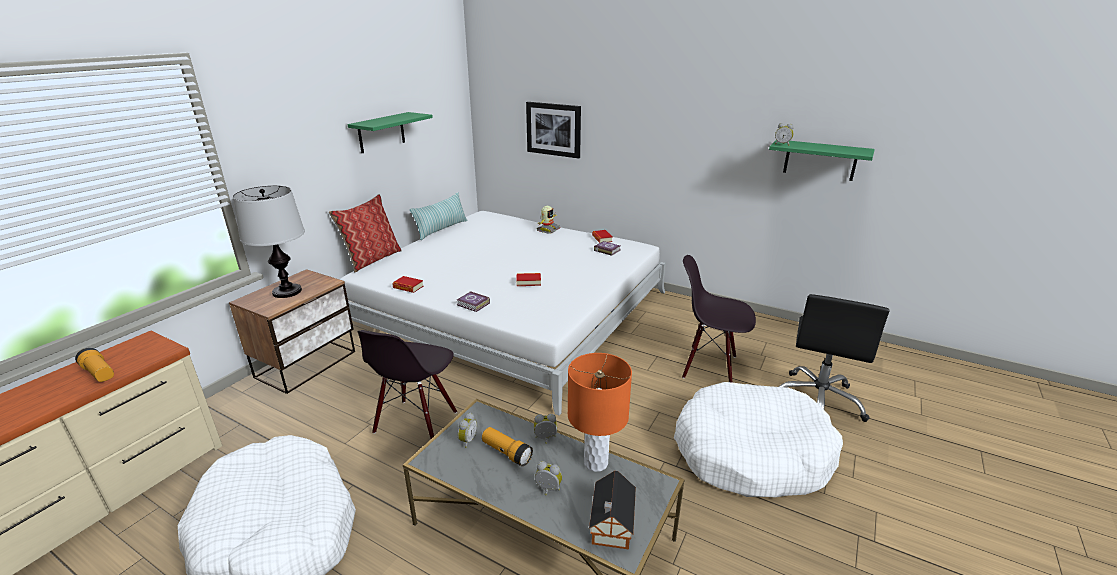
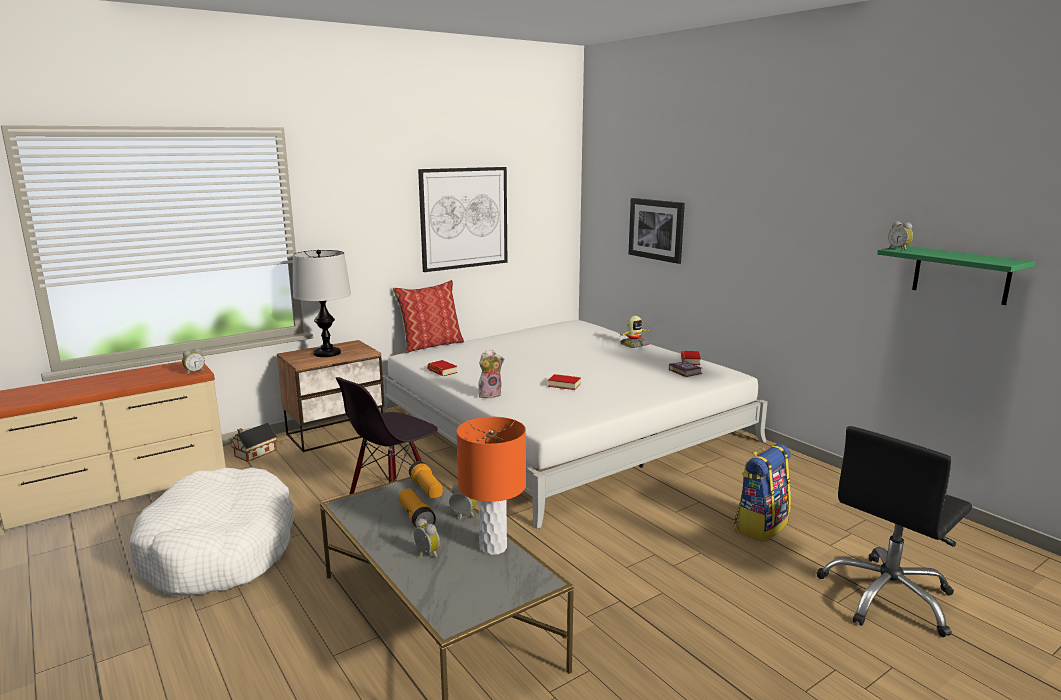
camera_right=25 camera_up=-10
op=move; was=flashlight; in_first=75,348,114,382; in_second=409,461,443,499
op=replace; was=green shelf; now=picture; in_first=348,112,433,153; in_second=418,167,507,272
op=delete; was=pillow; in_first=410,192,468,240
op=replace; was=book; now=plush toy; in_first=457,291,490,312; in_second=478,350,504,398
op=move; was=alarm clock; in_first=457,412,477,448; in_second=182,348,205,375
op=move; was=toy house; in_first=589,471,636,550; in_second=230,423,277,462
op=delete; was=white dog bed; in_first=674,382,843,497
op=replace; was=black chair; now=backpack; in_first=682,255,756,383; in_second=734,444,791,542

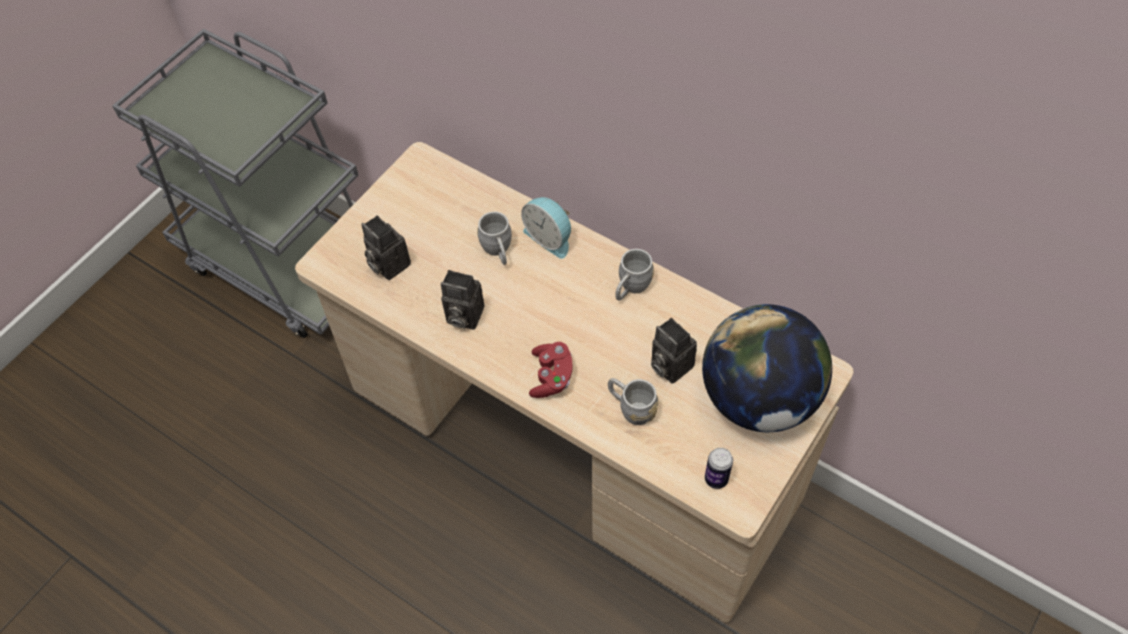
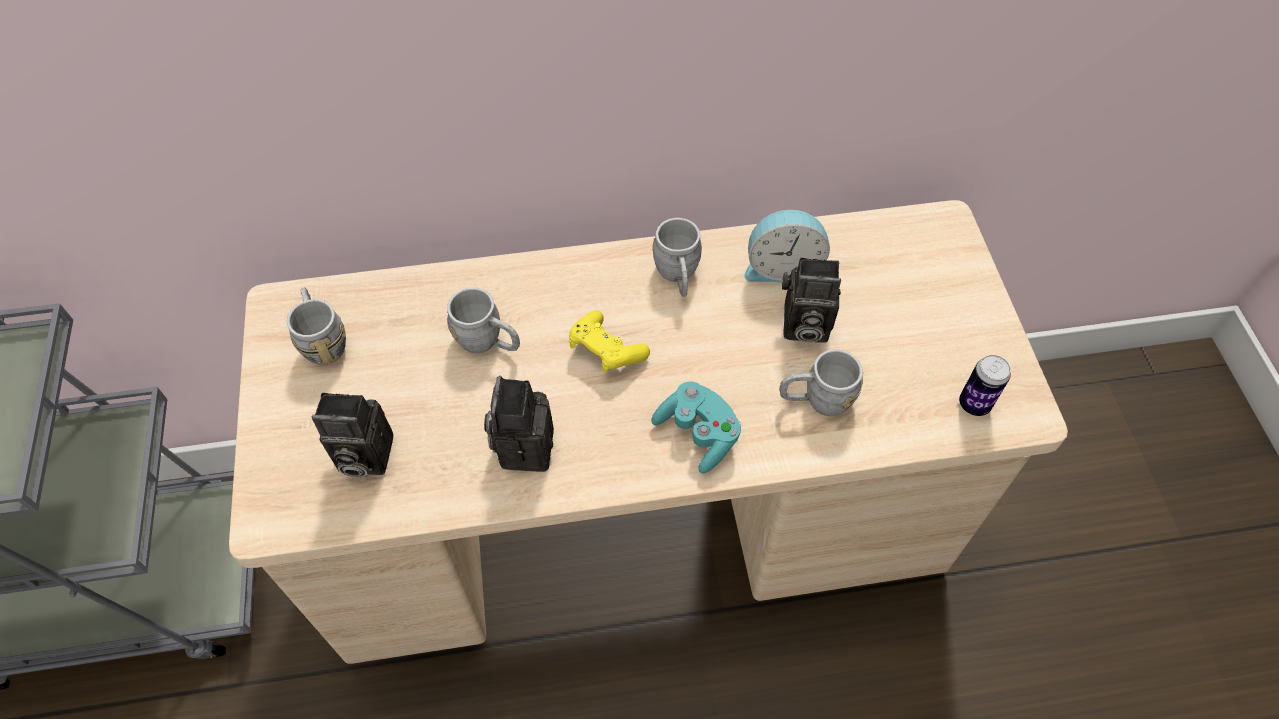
camera_right=-45 camera_up=0
op=rotate; was=photo camera; in_first=441,270,484,330; in_second=484,376,554,472; clockwise=120
op=move; was=alarm clock; in_first=521,197,571,259; in_second=744,209,830,282
op=recolor; was=red game controller; now=turquoise game controller; in_first=529,342,572,398; in_second=651,381,741,473
op=delete; was=globe; in_first=702,304,832,432
op=insert; now=grey mug; in_second=287,287,346,365
op=insert; now=yellow game controller; in_second=569,310,650,373

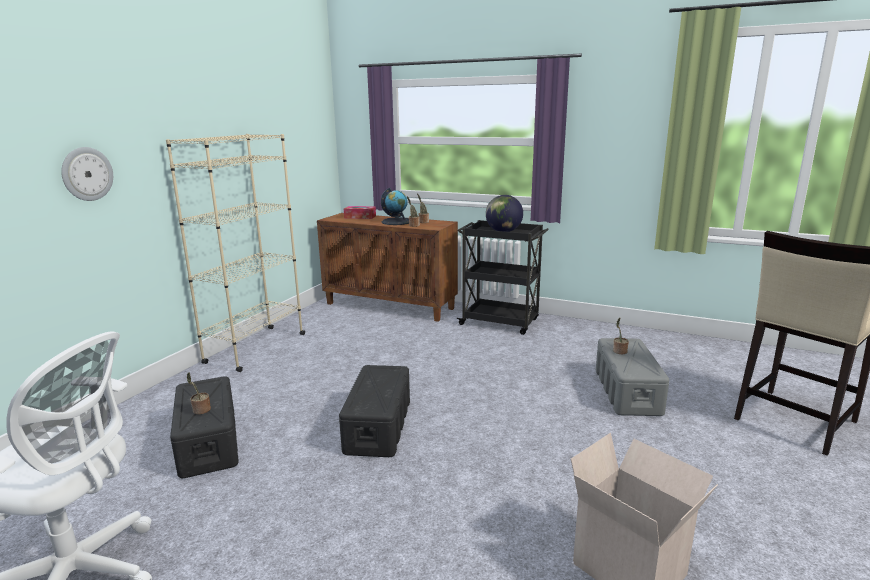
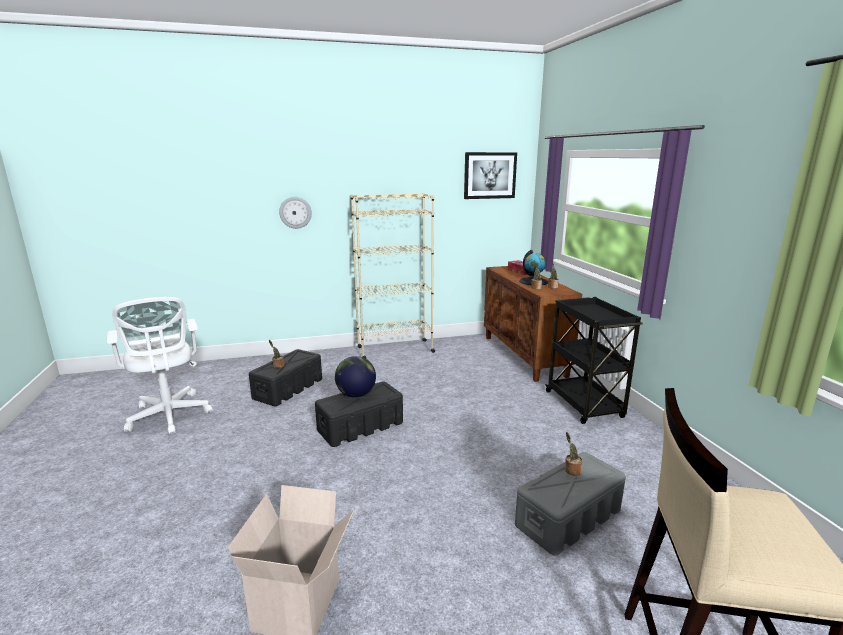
camera_right=50 camera_up=0
op=move; was=globe; in_first=486,195,523,232; in_second=335,356,376,397
op=insert; now=picture; in_second=464,152,517,199

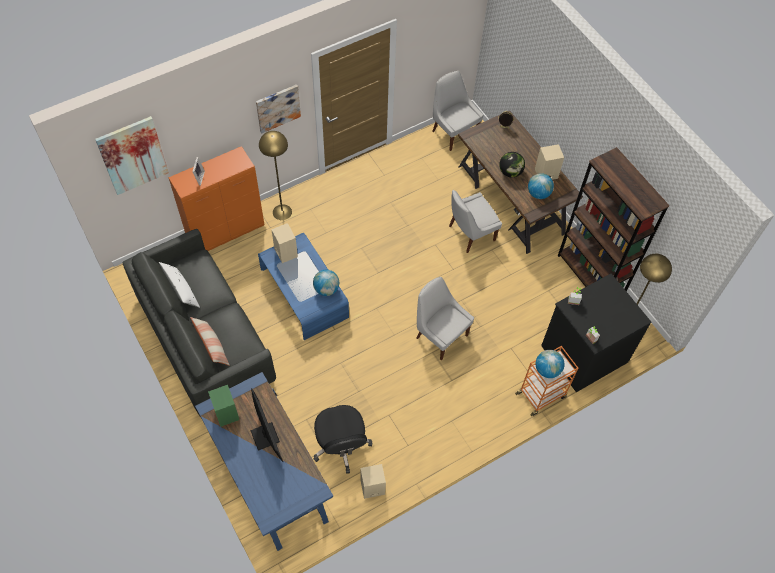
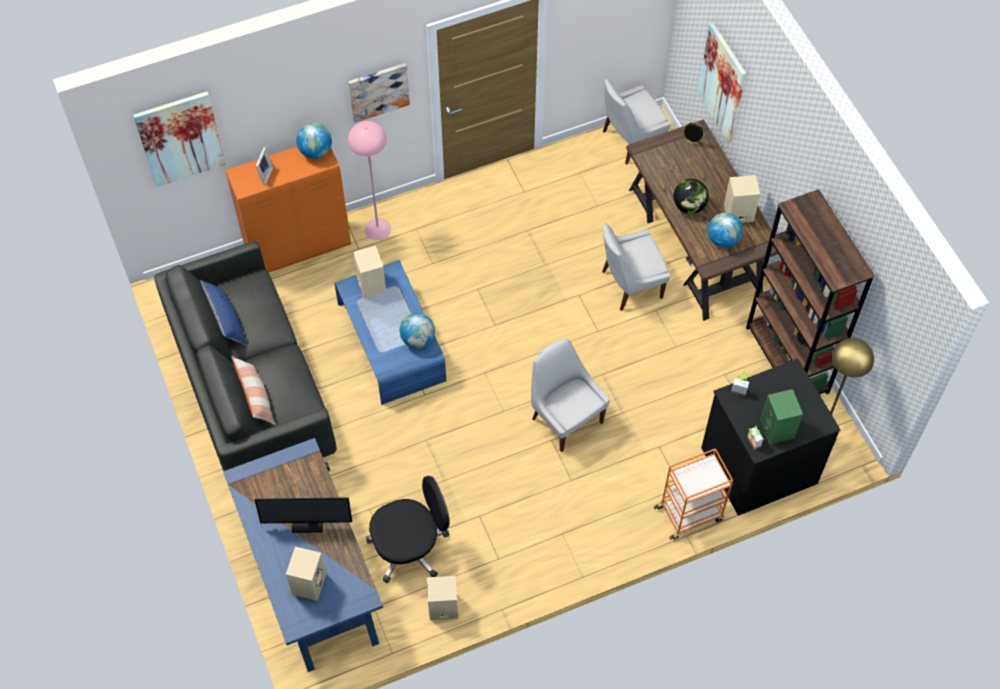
camera_right=10 camera_up=0
op=recolor; was=white pillow; now=blue pillow; in_first=159,262,200,308; in_second=200,280,247,346
op=move; was=green speaker; in_first=208,385,239,427; in_second=760,389,803,444
op=rotate; was=monitor; in_first=250,388,283,462; in_second=255,497,352,533; clockwise=105
op=recolor; was=yellow floor lamp; now=pink floor lamp; in_first=259,131,292,220; in_second=348,121,391,240
op=rotate; was=black office chair; in_first=313,405,372,474; in_second=366,476,449,583; clockwise=-105
op=rotate; was=white chair; in_first=432,71,483,151; in_second=603,78,671,164; clockwise=-90
op=move; was=globe; in_first=536,350,565,378; in_second=296,123,332,159
op=insert; now=beige speaker; in_second=286,547,326,601
op=insert; now=picture; in_second=698,22,746,143

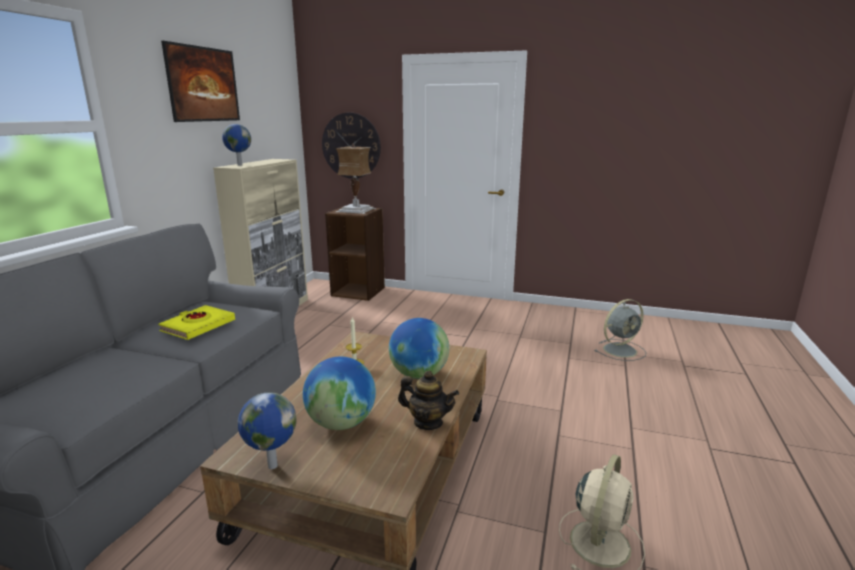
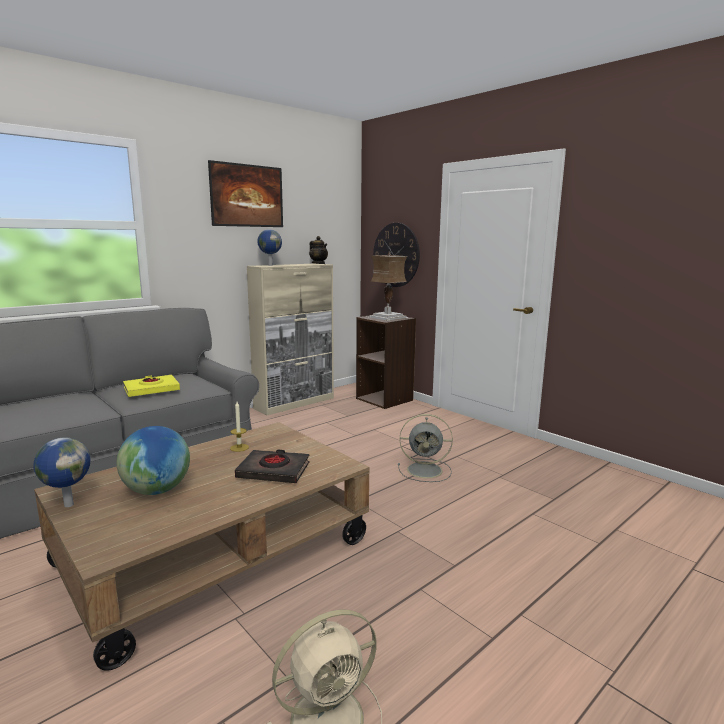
camera_right=30 camera_up=-5
op=replace; was=globe; now=black book; in_first=389,318,449,379; in_second=235,450,309,483
op=move; was=teapot; in_first=398,371,459,430; in_second=309,236,328,264
op=move; was=grey fan; in_first=595,299,646,361; in_second=398,414,453,482

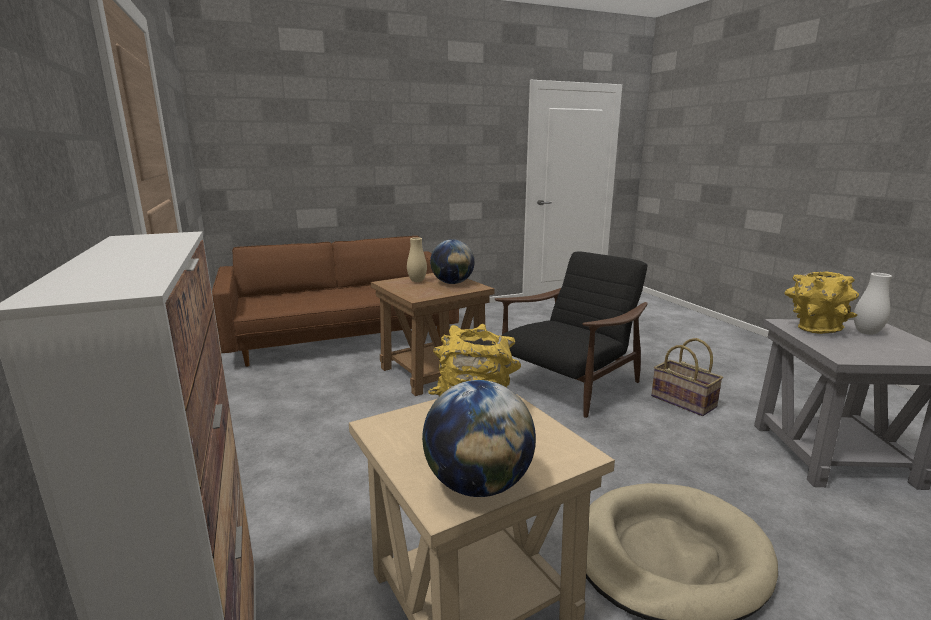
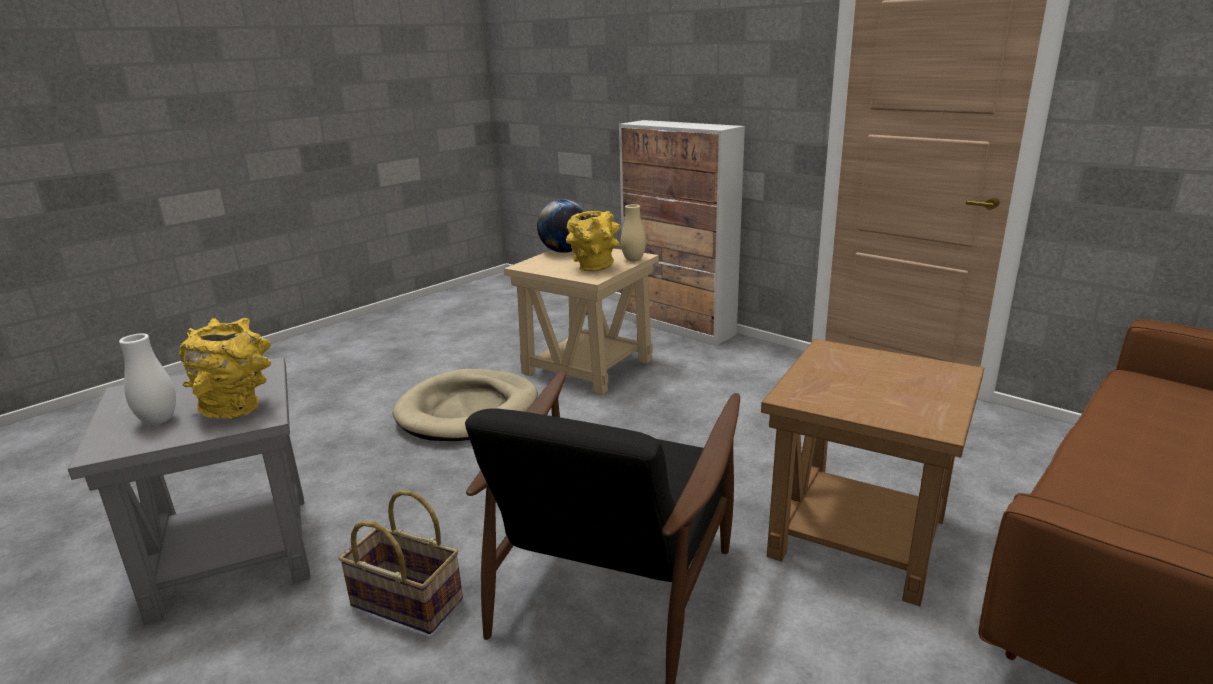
camera_right=155 camera_up=5
op=move; was=beige vase; in_first=407,237,427,282; in_second=621,204,646,261
op=delete; was=globe; in_first=430,239,475,284

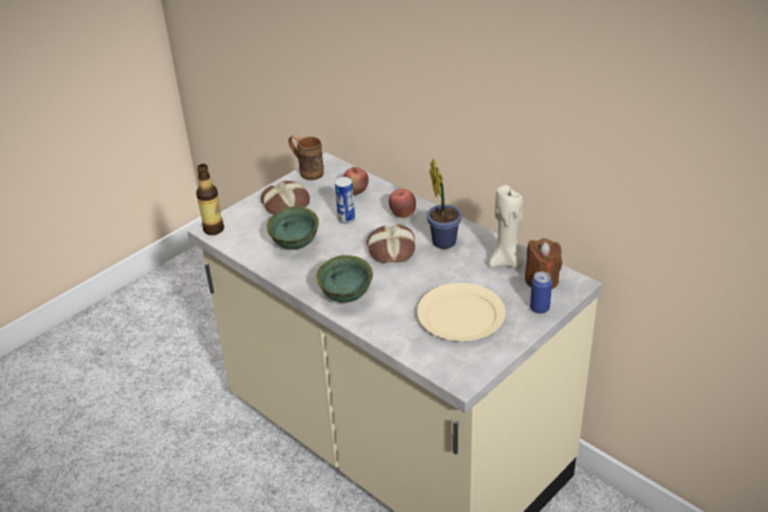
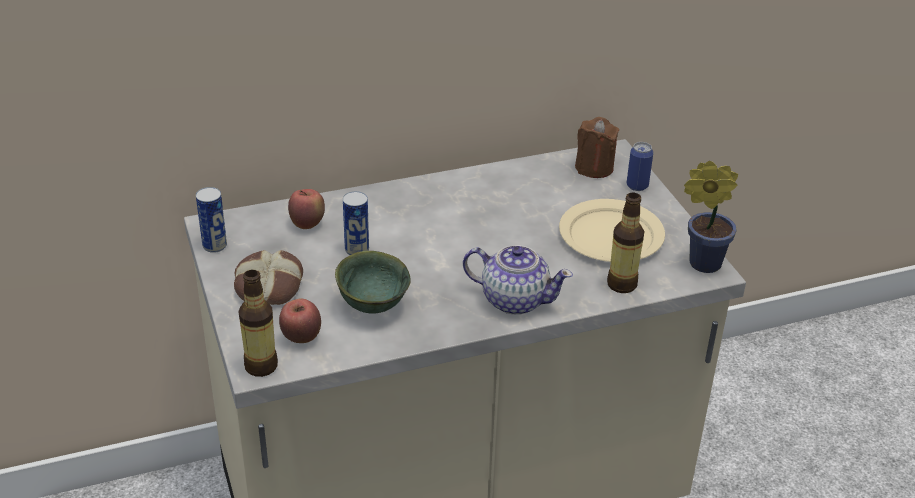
camera_right=-65 camera_up=0
op=replace; was=brown mug; now=can; in_first=288,134,324,180; in_second=196,187,227,253
op=replace; was=green bowl; now=teapot; in_first=317,255,373,302; in_second=463,245,573,315
op=delete; was=bread; in_first=366,224,415,263
op=move; was=apple; in_first=389,188,416,218; in_second=279,298,321,343
op=move; was=potted plant; in_first=427,159,462,249; in_second=684,161,738,273
op=delete; was=beige candle; in_first=489,185,524,268
op=insert; now=bottle; in_second=607,193,645,293

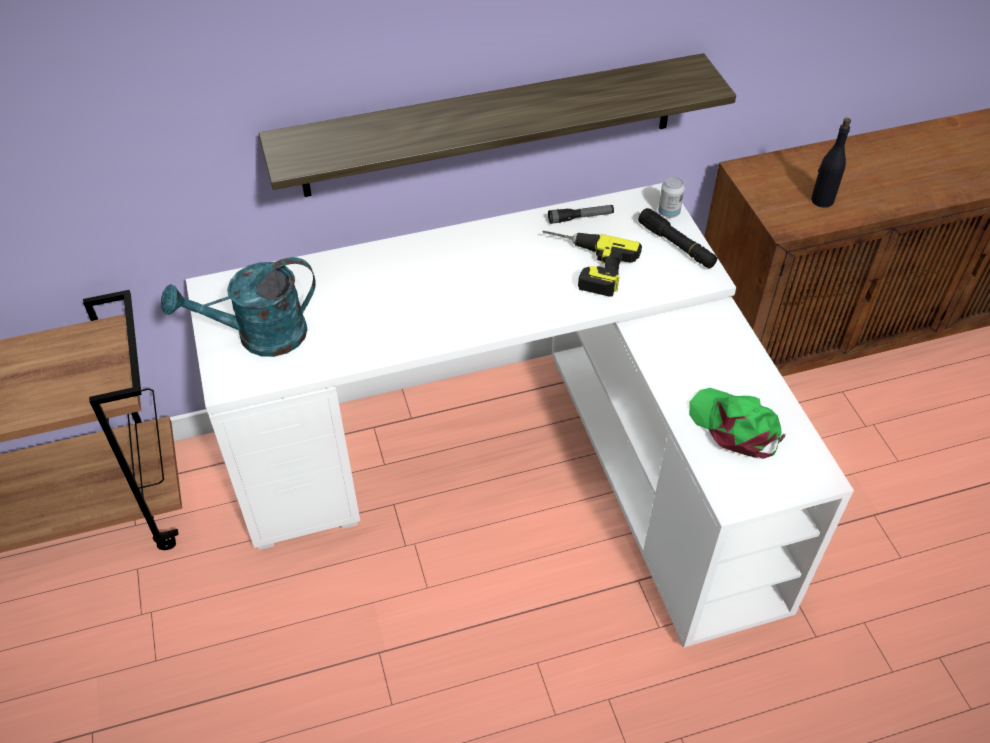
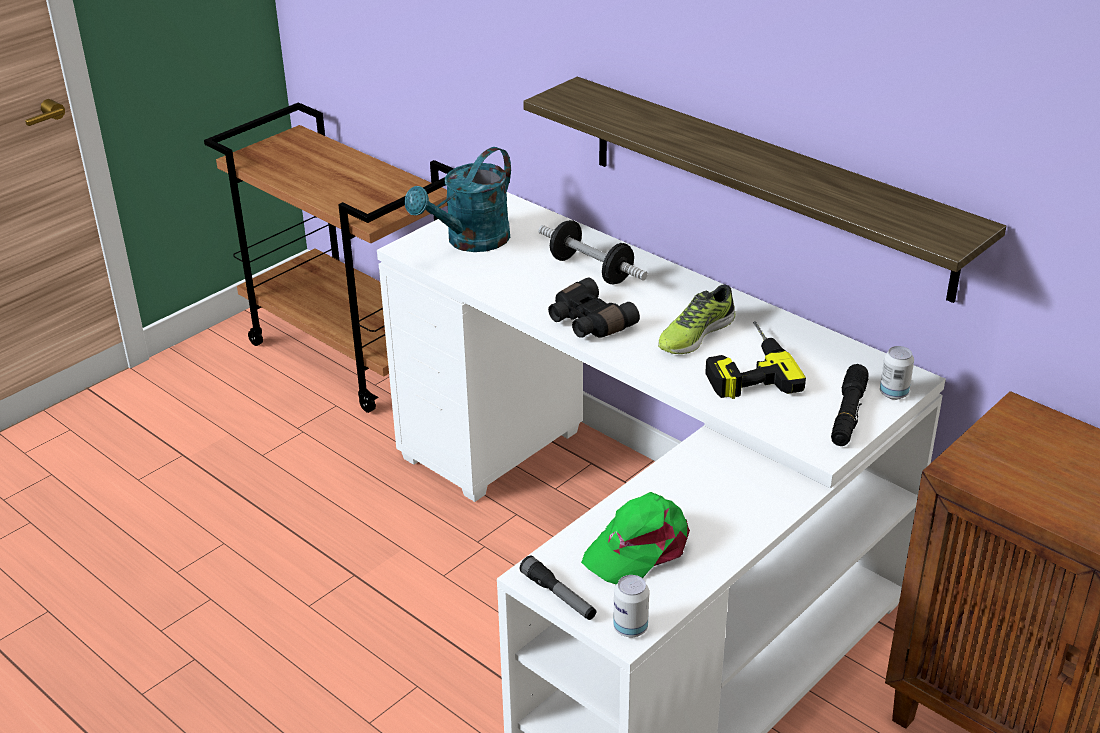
camera_right=60 camera_up=-15
op=rotate; was=turquoise watering can; in_first=161,257,316,357; in_second=405,147,511,252; clockwise=-90
op=move; was=flashlight; in_first=548,205,614,224; in_second=519,556,596,620
op=rotate; was=green cap; in_first=689,388,786,459; in_second=581,492,690,584; clockwise=-150
op=delete; was=black bottle; in_first=811,118,851,208
op=insert; now=dumbbell; in_second=538,220,648,284
op=insert; now=black binoculars; in_second=548,278,640,338
op=insert; now=can; in_second=613,575,649,637
op=insert; now=shoe; in_second=658,284,736,354

